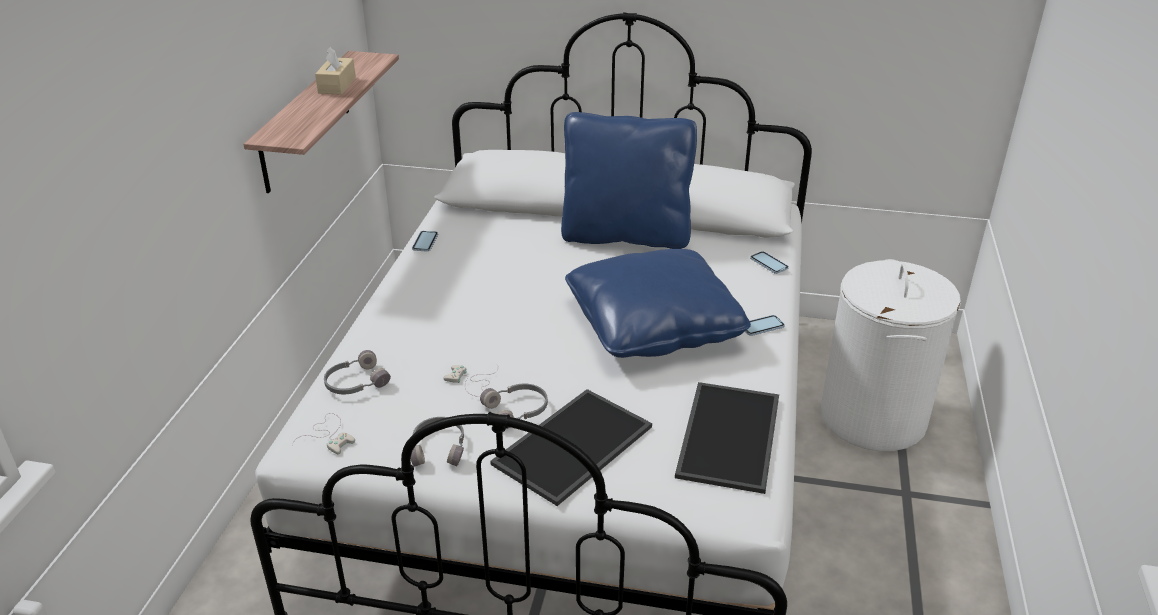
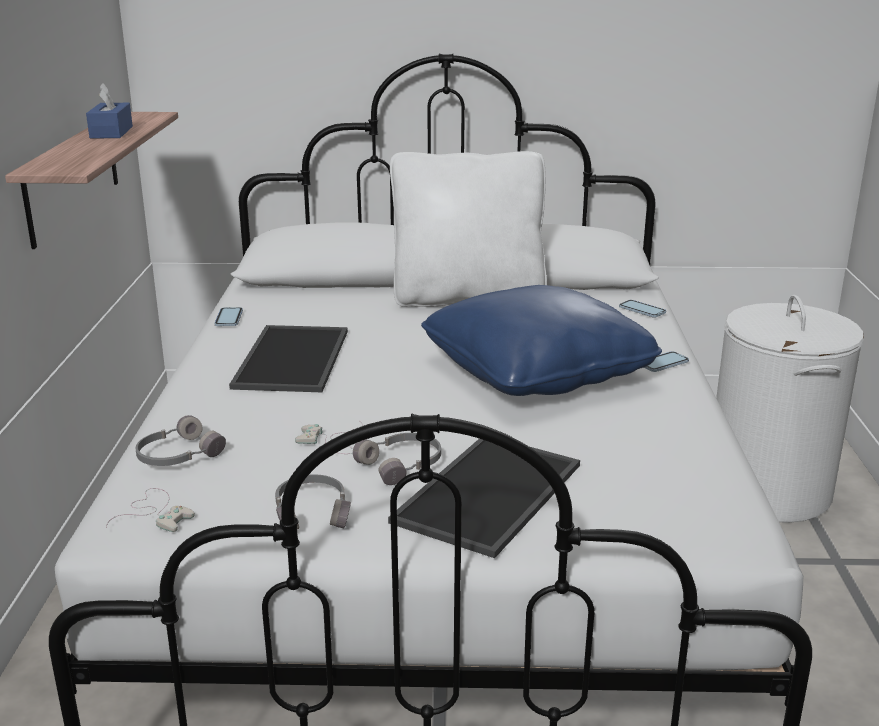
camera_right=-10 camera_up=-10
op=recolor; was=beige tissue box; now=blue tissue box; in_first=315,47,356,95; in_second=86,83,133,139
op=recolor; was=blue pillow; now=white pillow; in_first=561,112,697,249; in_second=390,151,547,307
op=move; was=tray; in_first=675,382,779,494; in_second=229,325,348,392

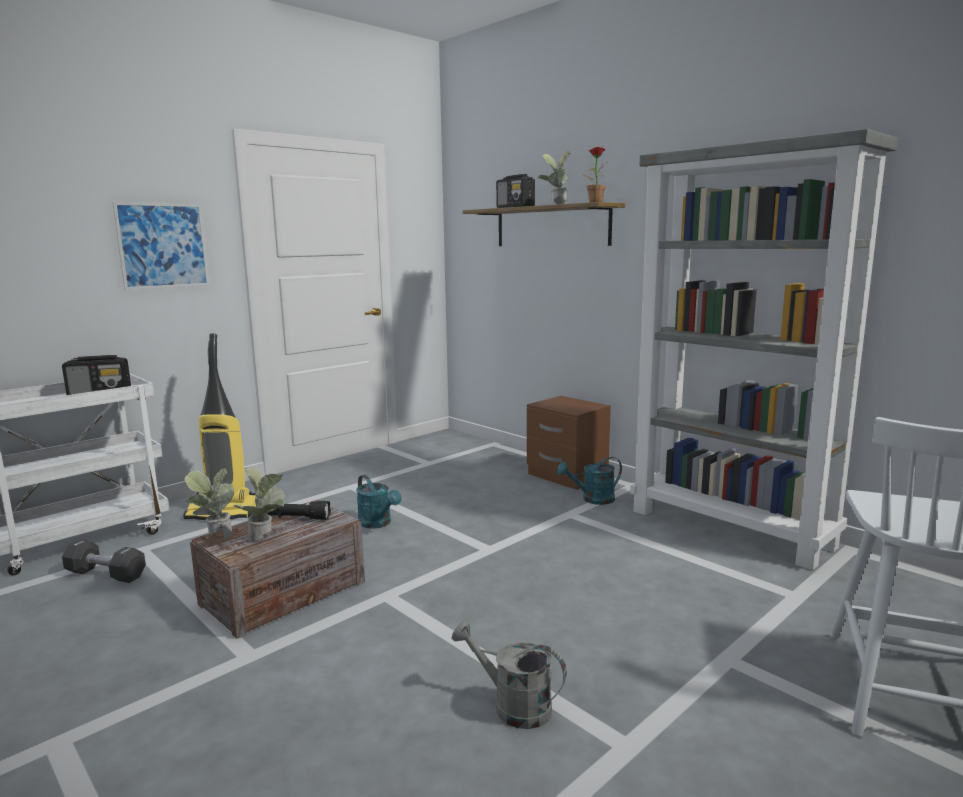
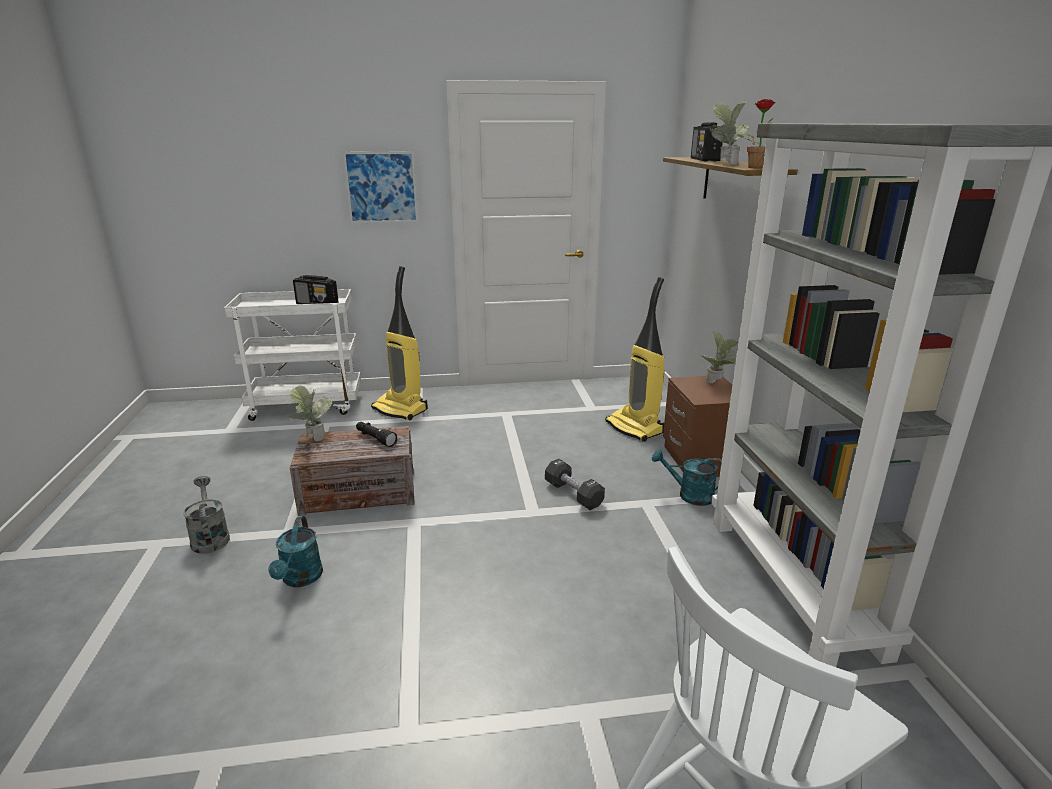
camera_right=35 camera_up=10
op=move; was=black dumbbell; in_first=62,539,146,583; in_second=545,459,605,510
op=move; was=potted plant; in_first=234,467,285,541; in_second=701,332,738,384
op=move; was=turquoise watering can; in_first=356,475,402,529; in_second=269,516,323,587
op=move; was=grey watering can; in_first=452,620,567,729; in_second=183,476,230,554
op=insert; now=vacuum cleaner; in_second=605,277,664,442

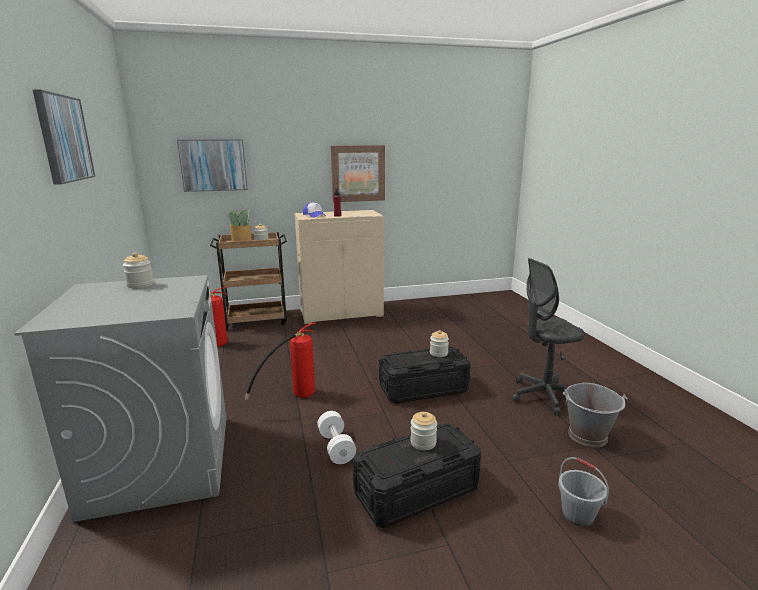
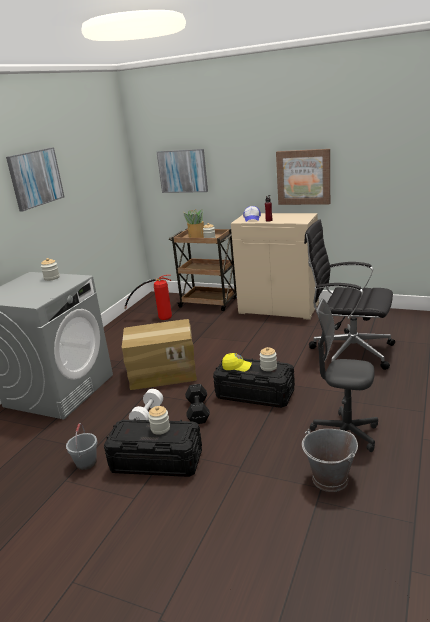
camera_right=40 camera_up=5
op=replace; was=fire extinguisher; now=cardboard box; in_first=245,322,316,400; in_second=122,319,197,390
op=move; was=grey bucket; in_first=558,457,609,527; in_second=66,423,98,470
op=insert; now=black dumbbell; in_second=185,384,210,424
op=insert; now=yellow cap; in_second=222,353,252,372
op=insert; now=black office chair; in_second=304,219,395,370

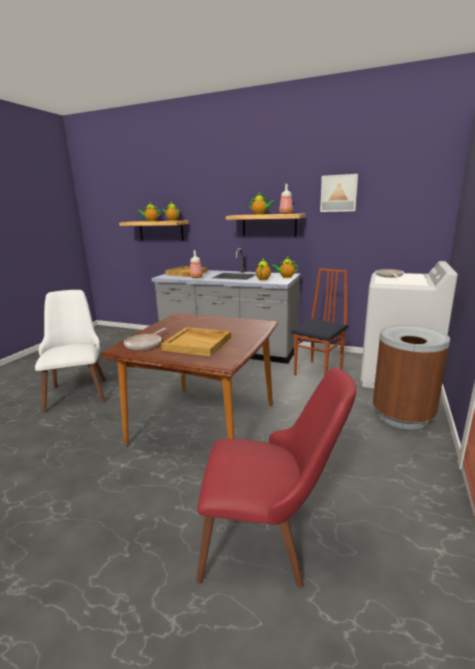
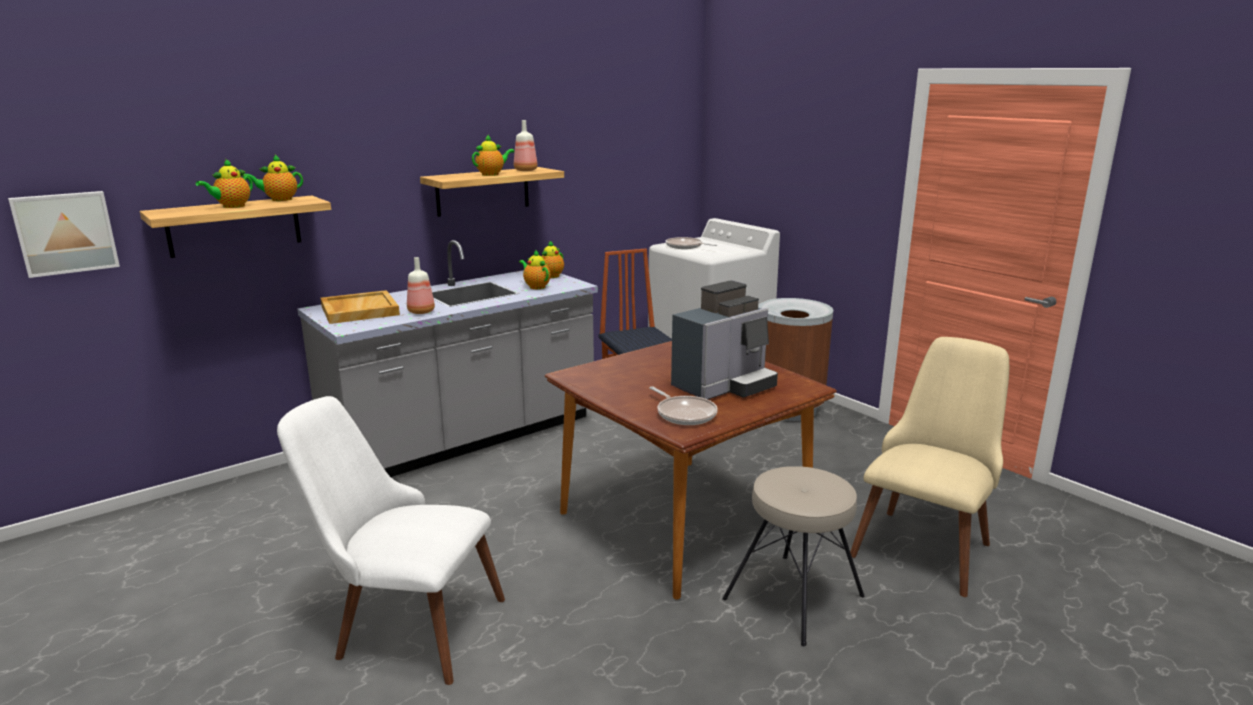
camera_right=-60 camera_up=0
op=replace; was=beige tray; now=coffee machine; in_first=161,327,231,357; in_second=671,280,778,399
op=recolor; was=red chair; now=beige chair; in_first=196,368,357,588; in_second=850,337,1009,597
op=move; was=picture; in_first=320,174,358,212; in_second=8,191,120,278
op=insert; now=beige stool; in_second=722,466,865,646

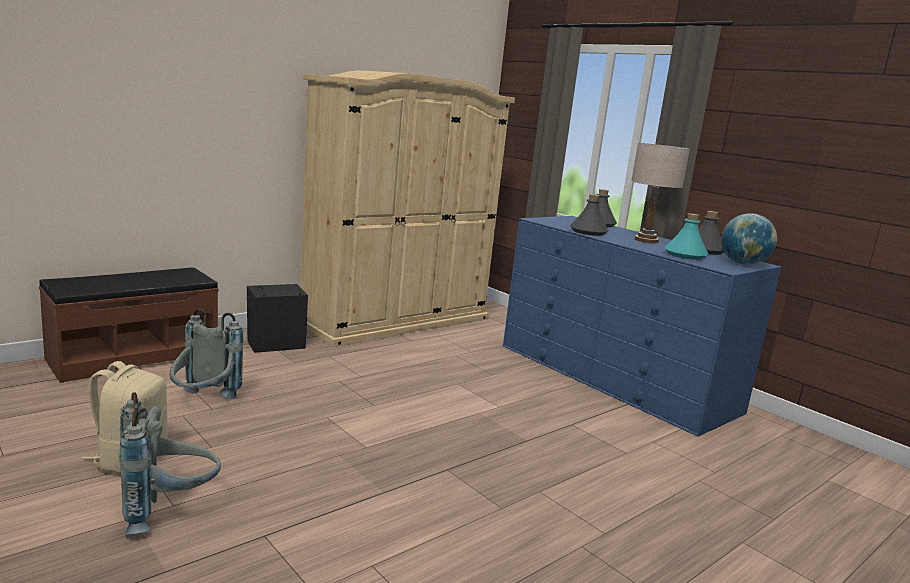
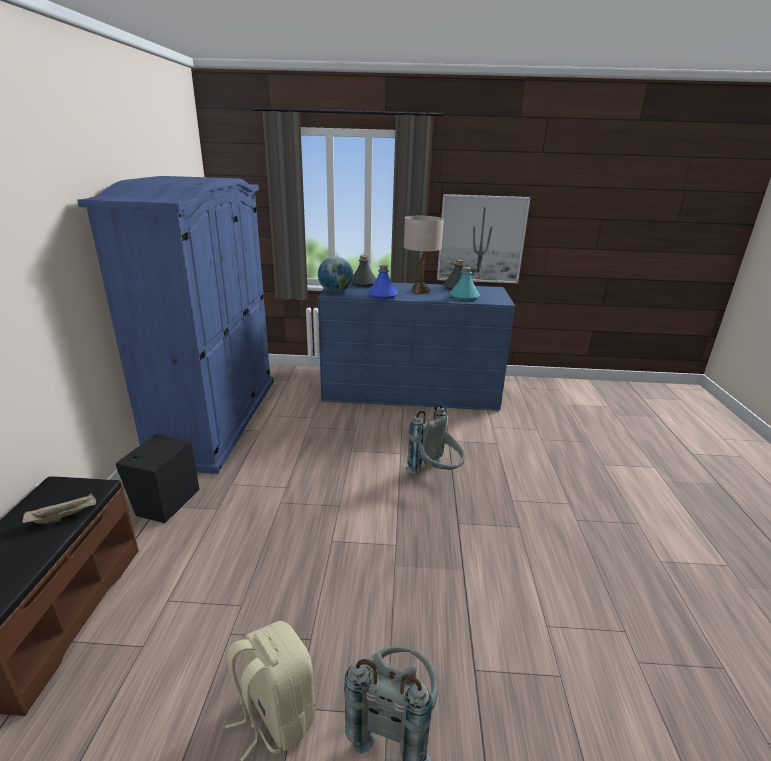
camera_right=-45 camera_up=10
op=move; was=grey backpack; in_first=169,309,243,399; in_second=406,404,465,475
op=recolor; was=beige wardrobe; now=blue wardrobe; in_first=300,70,515,347; in_second=77,176,274,474
op=recolor; was=grey bottle; now=blue bottle; in_first=570,194,609,236; in_second=368,265,398,299
op=move; was=globe; in_first=721,213,777,265; in_second=318,256,353,293
op=insert; now=beige tray; in_second=22,493,96,524
op=insert; now=picture; in_second=437,194,530,283

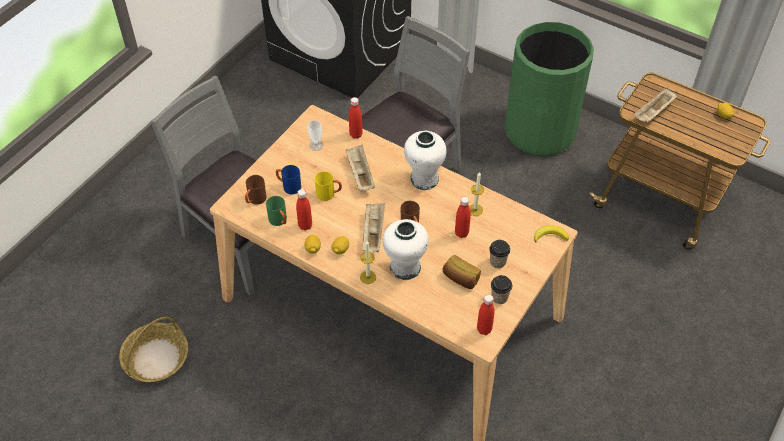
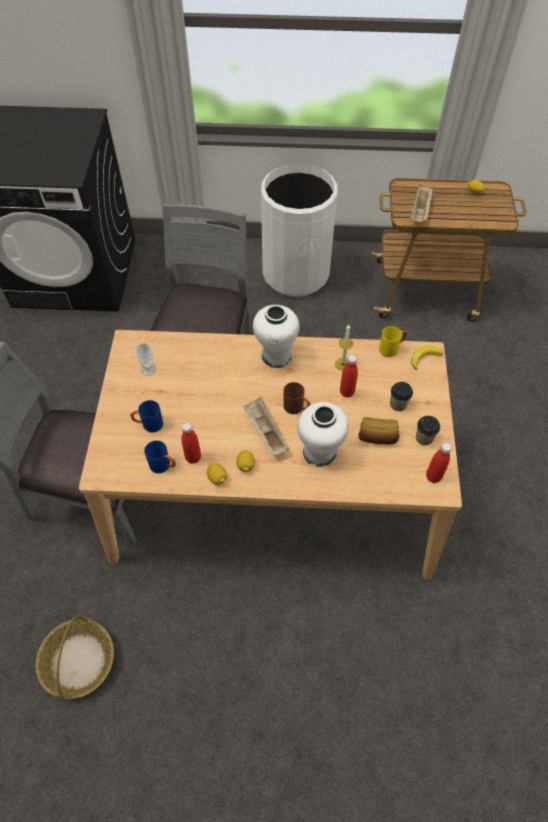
camera_right=-30 camera_up=5
op=delete; was=brown mug; in_first=245,175,267,205
op=recolor; was=green mug; now=blue mug; in_first=266,196,287,226; in_second=144,440,176,473
op=move; was=yellow mug; in_first=315,171,342,201; in_second=379,326,407,357
op=delete; was=beige tray; in_first=345,145,375,190
op=delete; was=red bottle; in_first=349,97,363,139
op=delete; was=candle; in_first=360,241,376,284
op=recolor; was=green trash can; now=white trash can; in_first=505,22,594,156; in_second=261,163,337,297

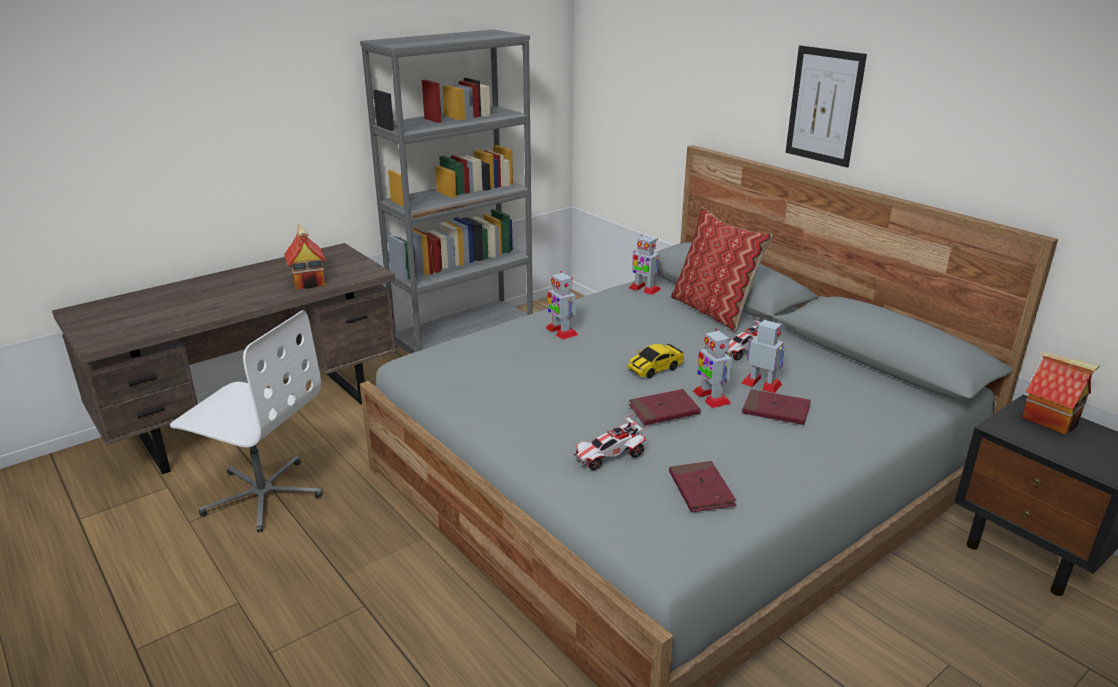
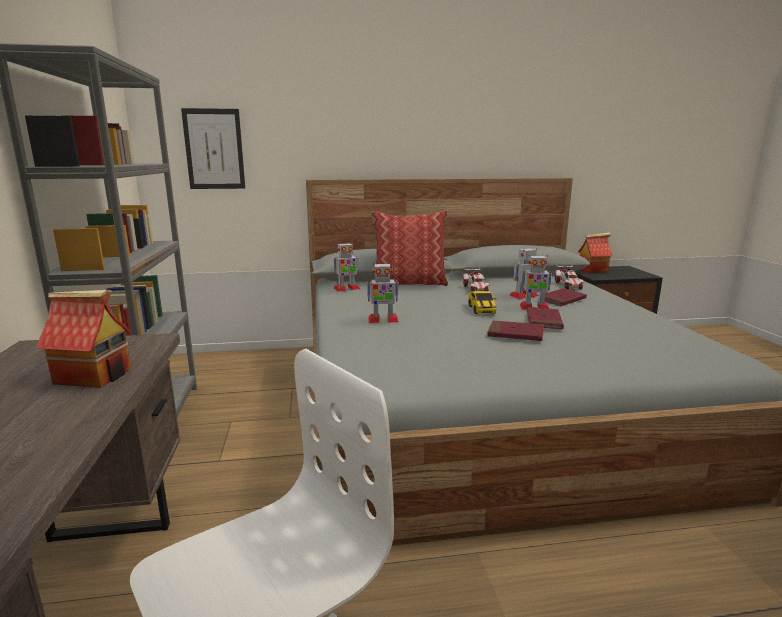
camera_right=-60 camera_up=-10
op=move; was=toy car; in_first=573,413,649,470; in_second=554,264,584,290
op=move; was=red book; in_first=669,461,736,512; in_second=488,321,544,341
op=move; was=picture; in_first=785,45,867,168; in_second=181,108,245,189

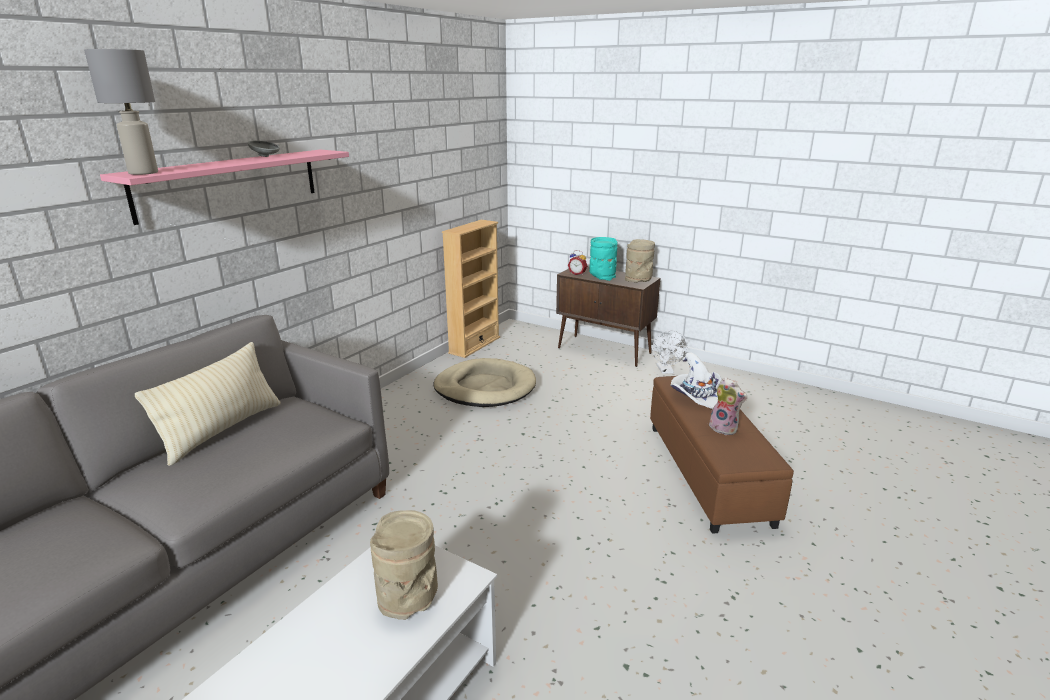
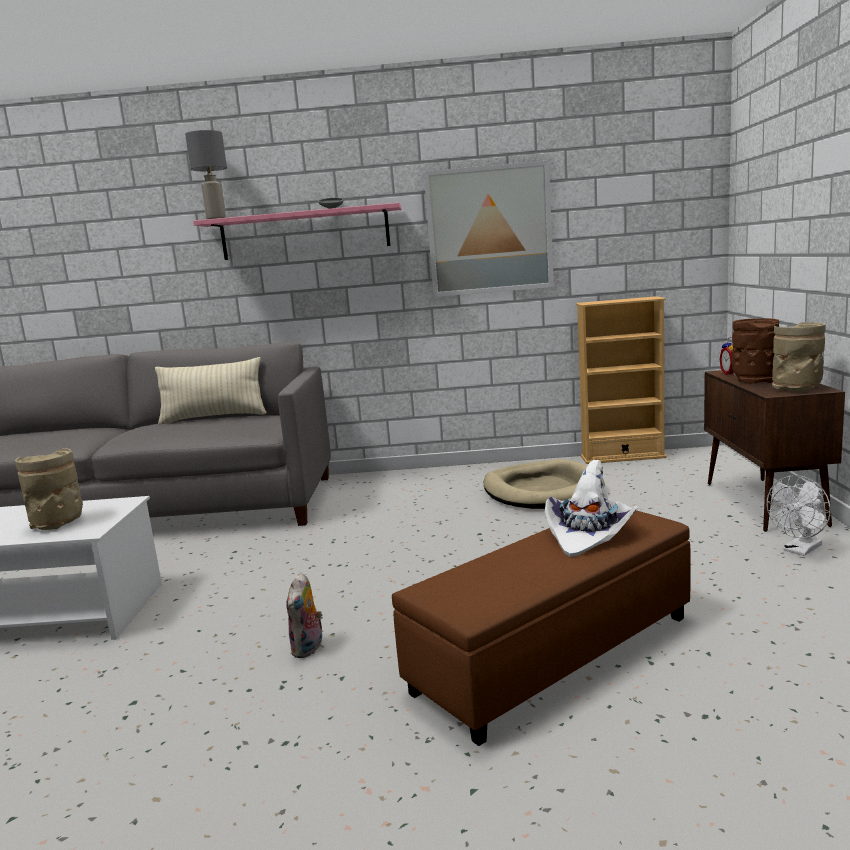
camera_right=60 camera_up=-10
op=recolor; was=turquoise vase; now=brown vase; in_first=589,237,618,281; in_second=732,318,779,384
op=move; was=plush toy; in_first=709,377,748,436; in_second=286,572,324,658
op=insert; now=picture; in_second=424,160,554,297

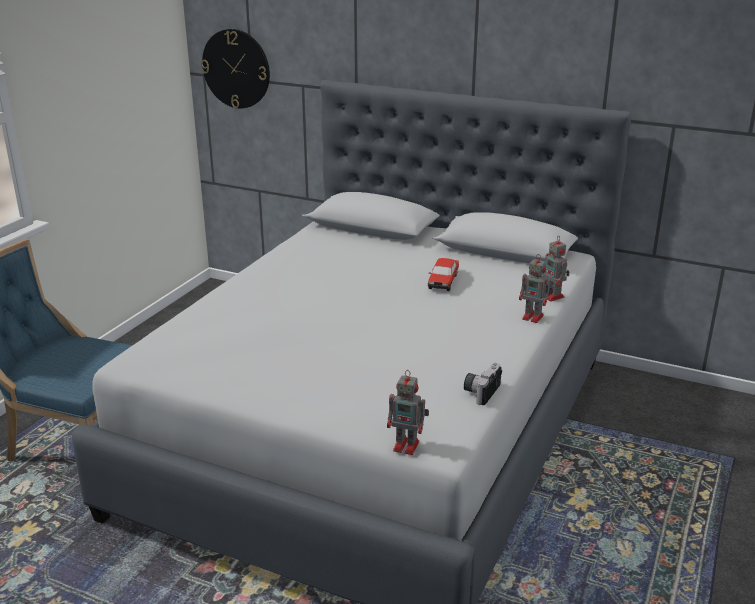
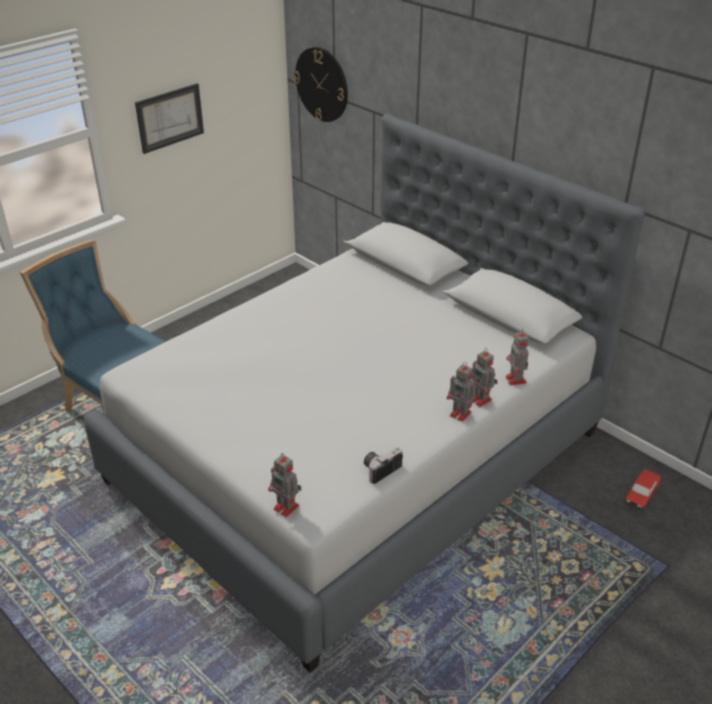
camera_right=20 camera_up=10
op=move; was=toy car; in_first=428,258,459,291; in_second=624,469,661,510
op=insert; now=picture; in_second=135,83,204,154
op=insert; now=toy robot; in_second=447,362,479,422

